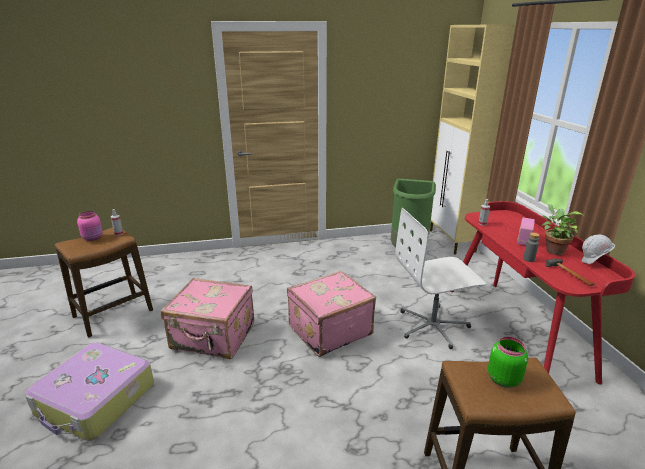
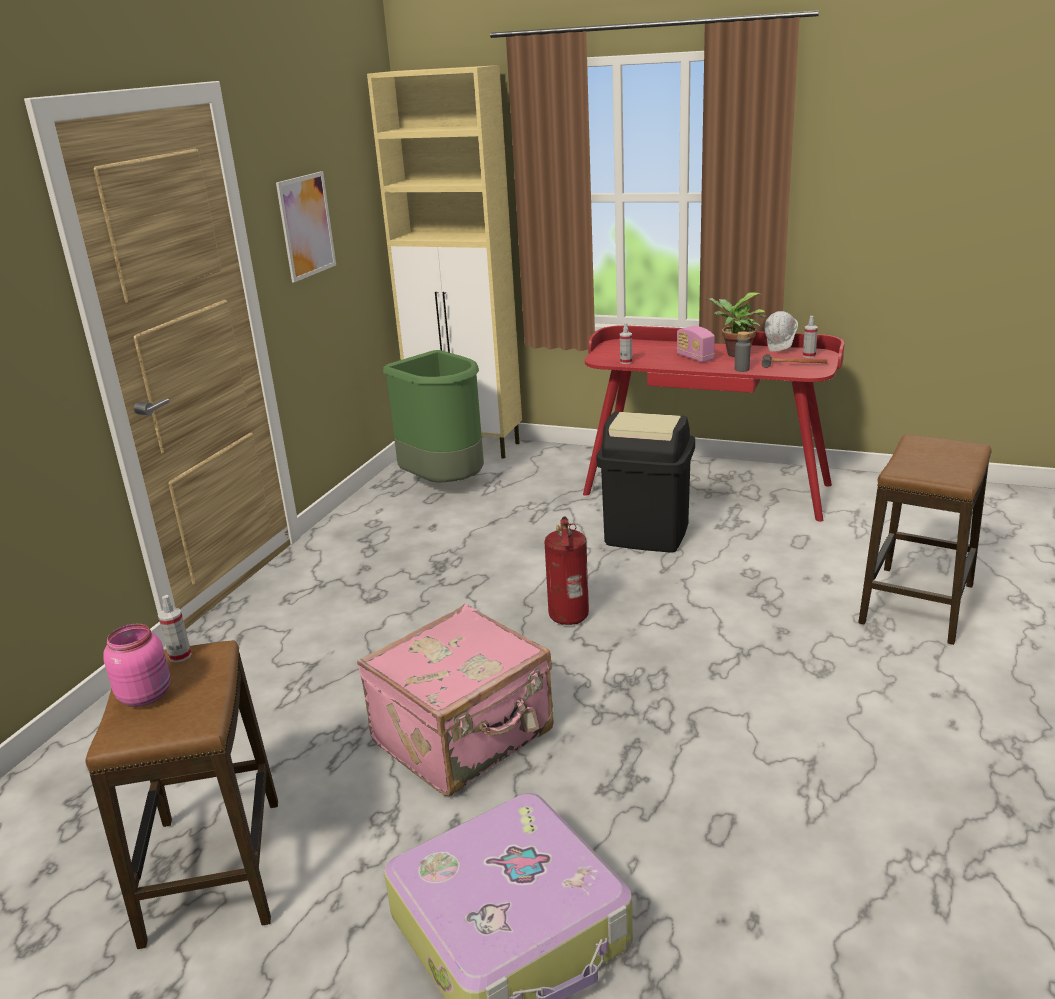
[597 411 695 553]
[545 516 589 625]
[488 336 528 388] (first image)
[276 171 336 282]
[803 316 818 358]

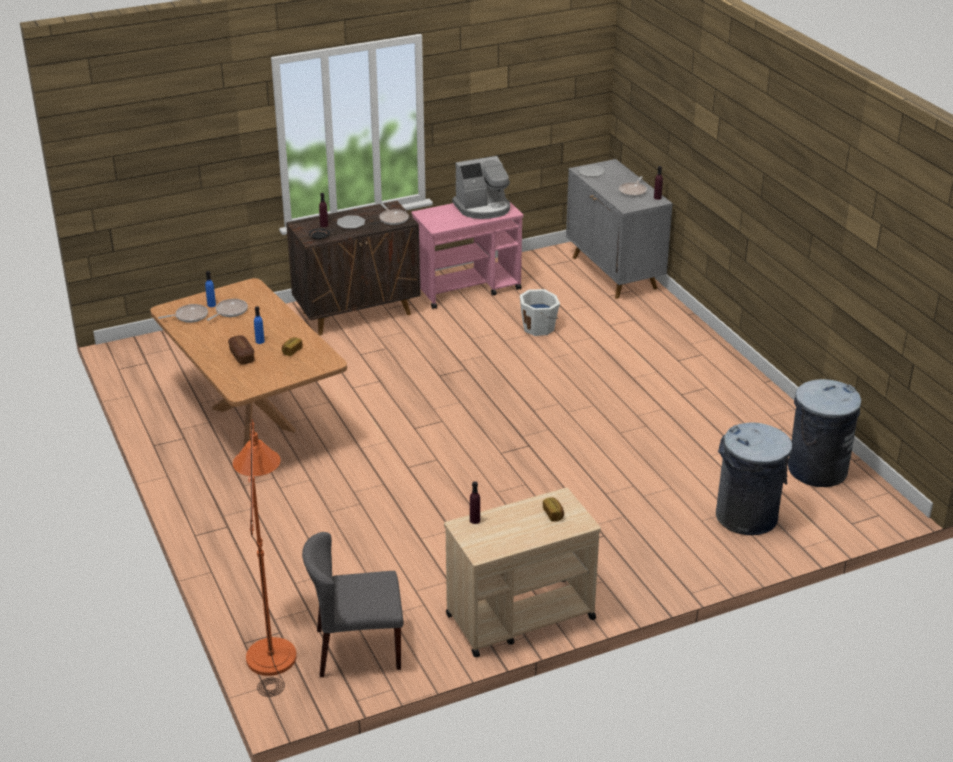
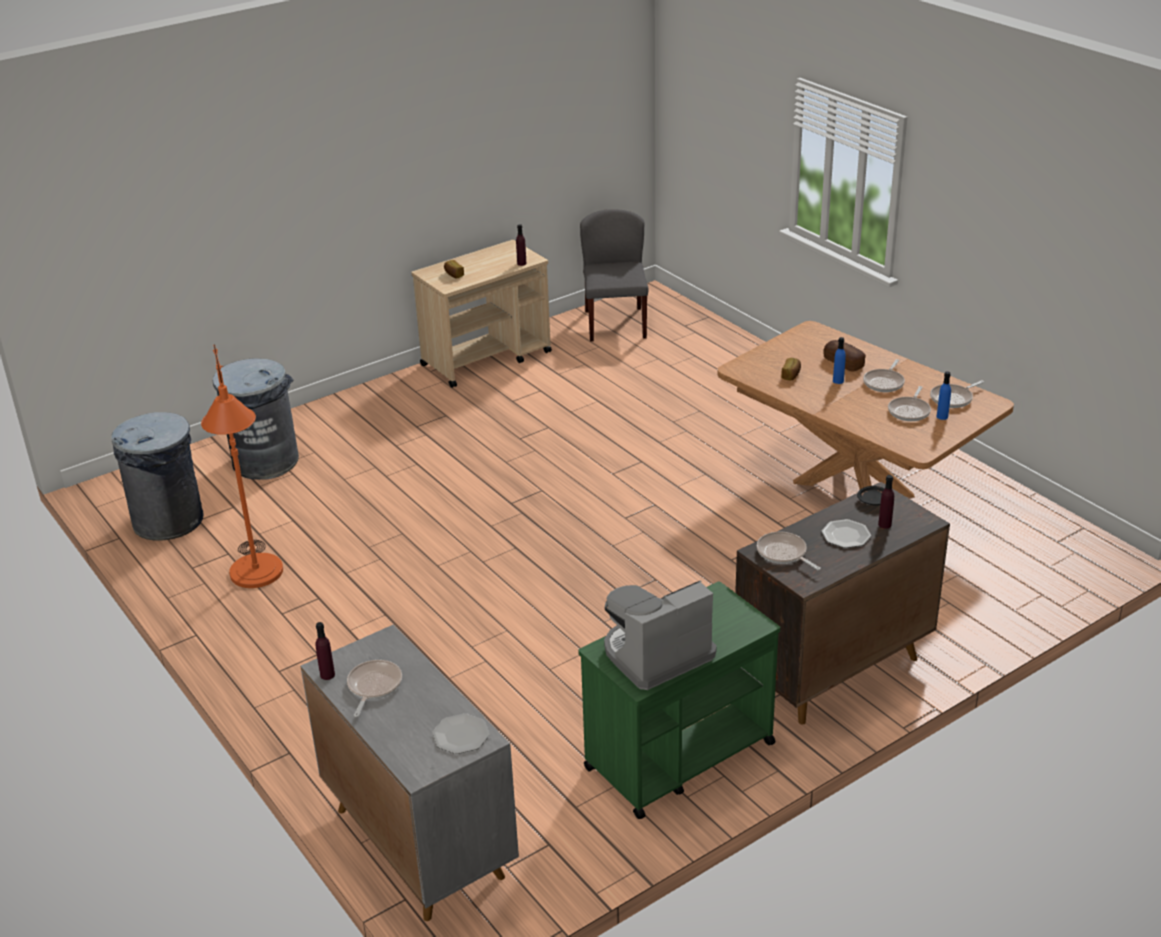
[578 581 780 819]
[520 289 560 336] (first image)
[201 344 283 588]
[580 209 648 342]
[863 359 905 392]

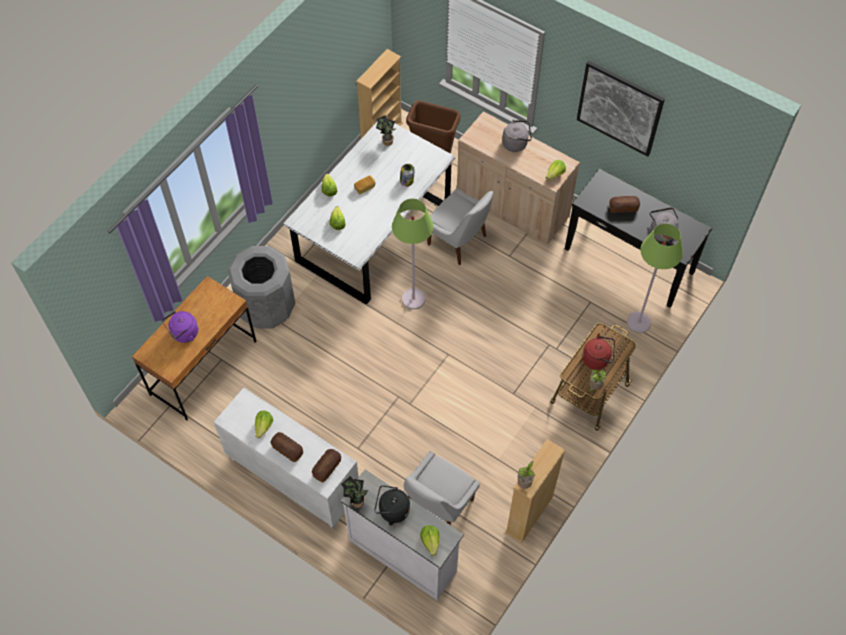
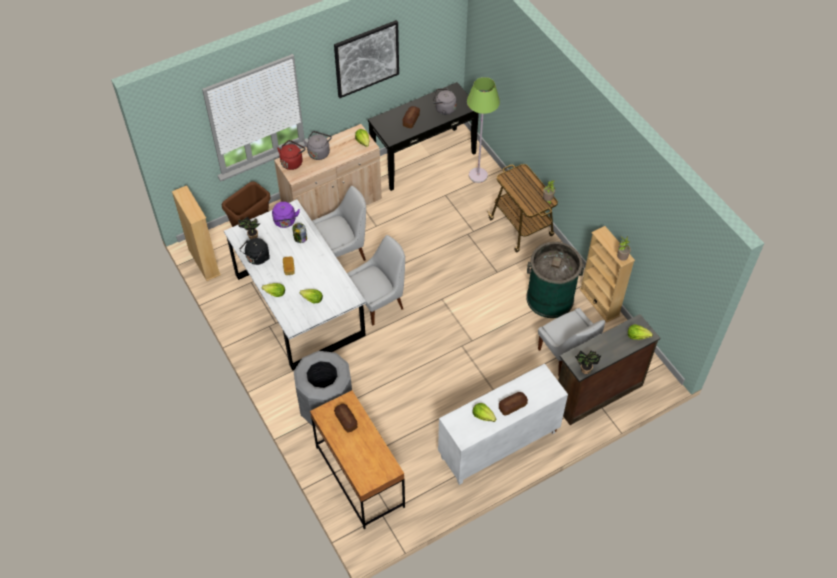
[347 235 405 325]
[272 202 300 228]
[277 140 305 170]
[334 404 358 433]
[558 314 660 425]
[240 238 270 265]
[526 242 584 318]

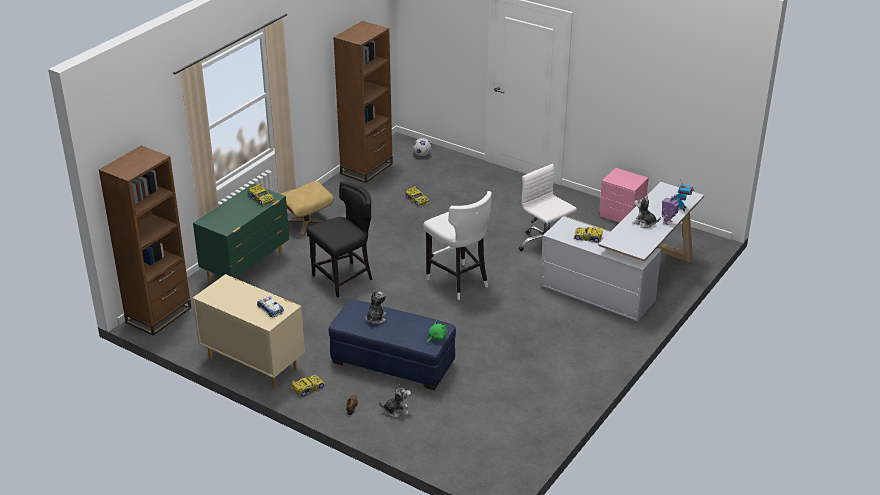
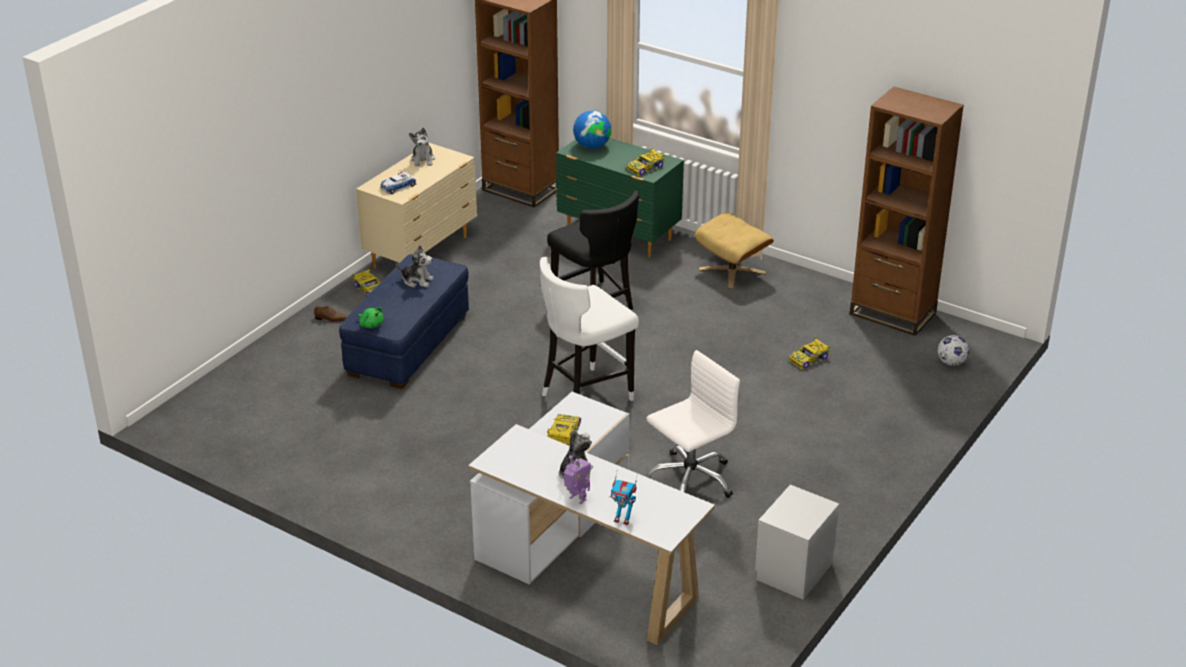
[755 485 839 599]
[409 128 435 167]
[573 111 611 149]

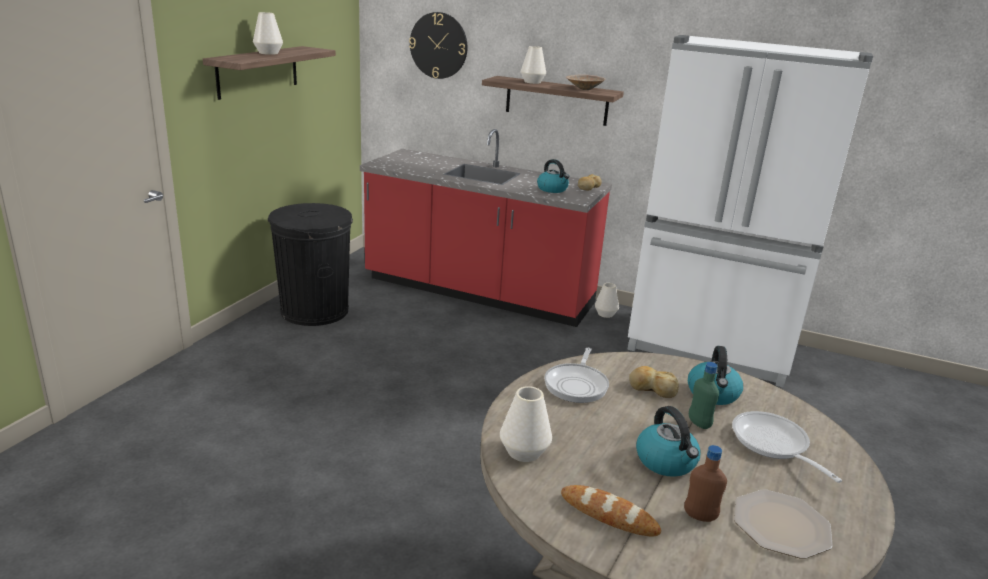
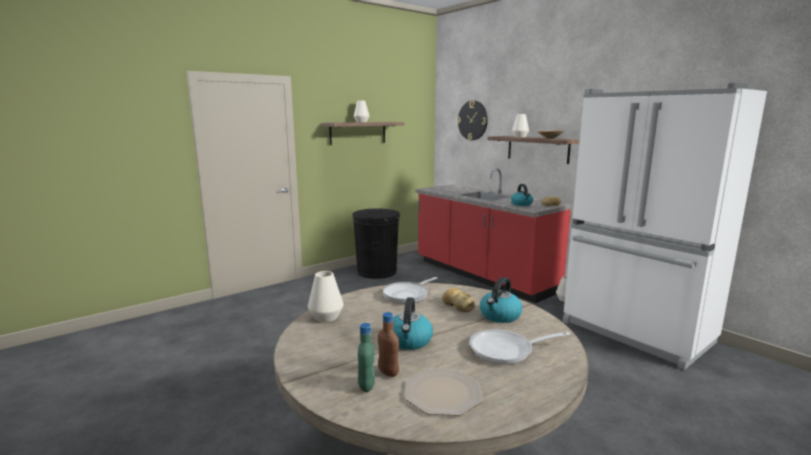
[358 323 375 392]
[469 329 570 364]
[561 485 661 537] (first image)

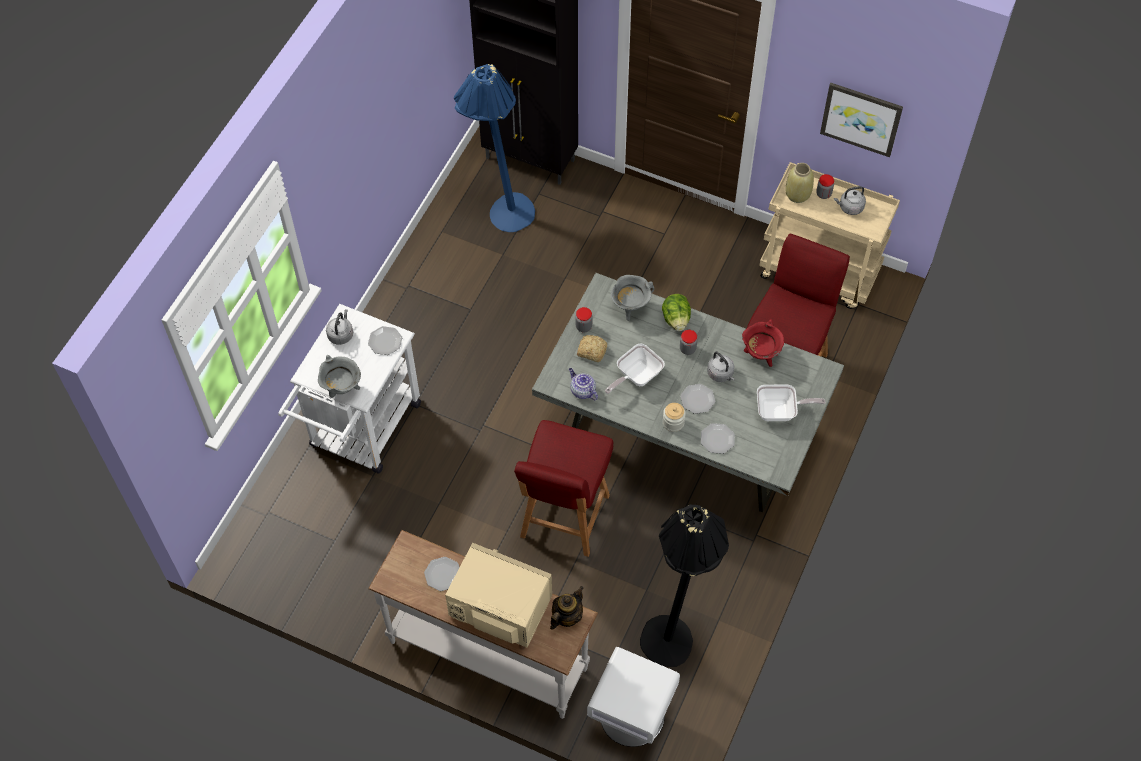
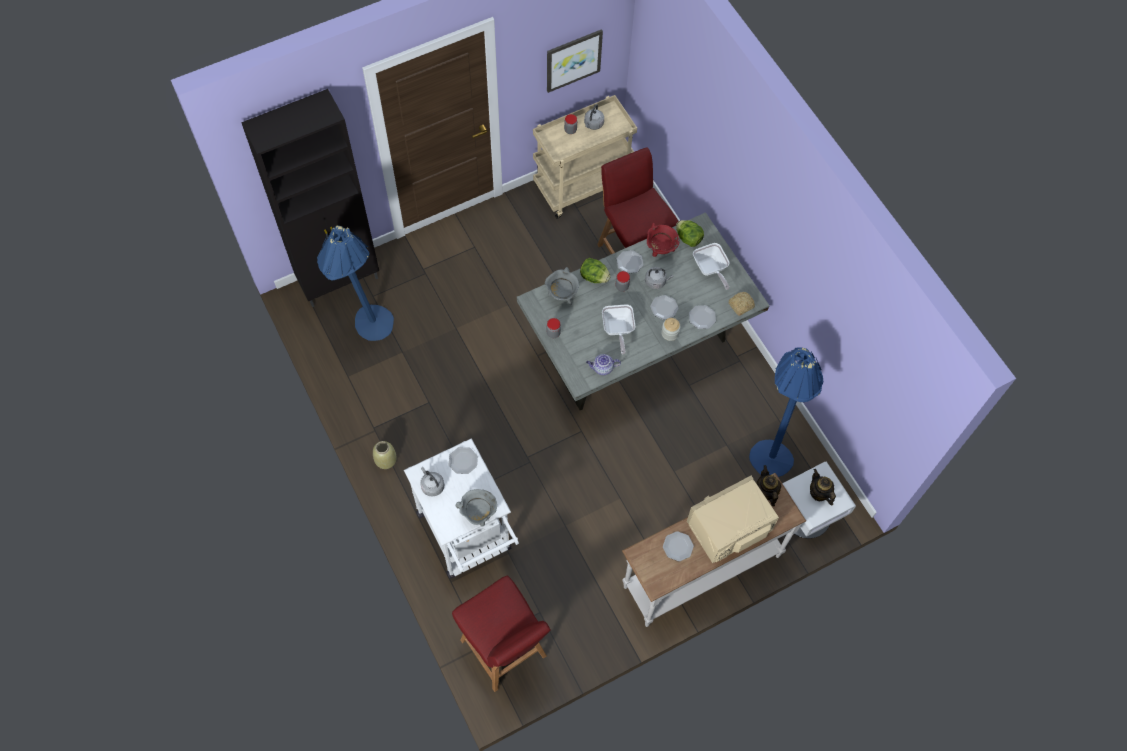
[373 441 397 469]
[728 292 755 316]
[693 243 729 290]
[452 576 551 692]
[749 347 823 477]
[676 220 704 247]
[616 250 644 274]
[810 469 836 505]

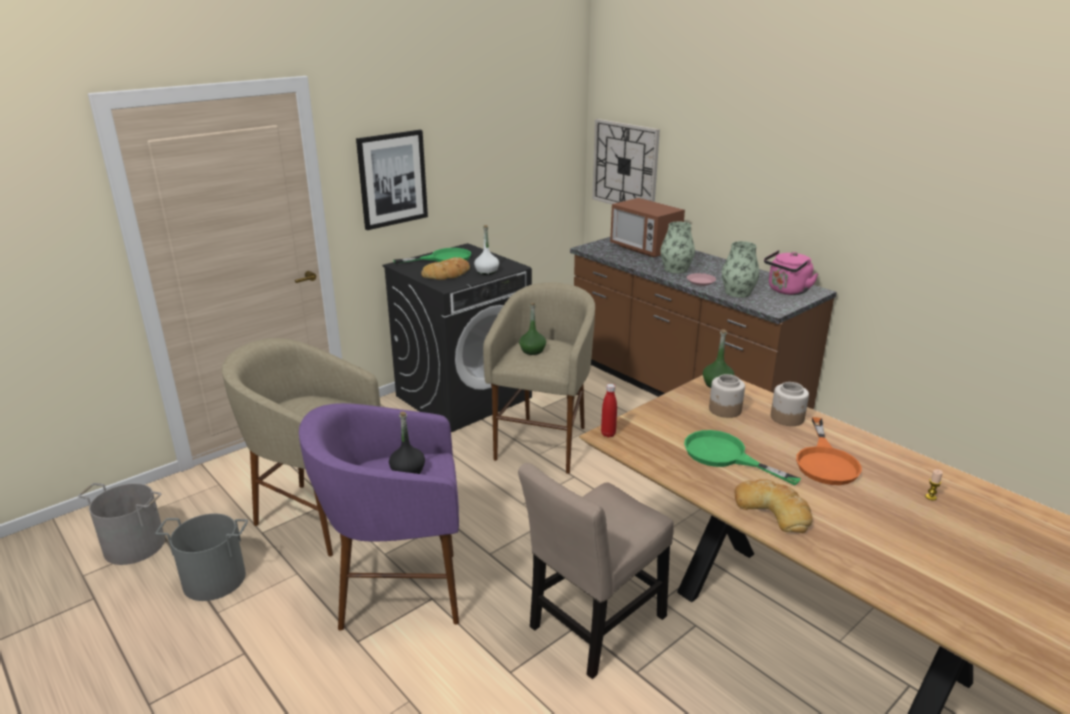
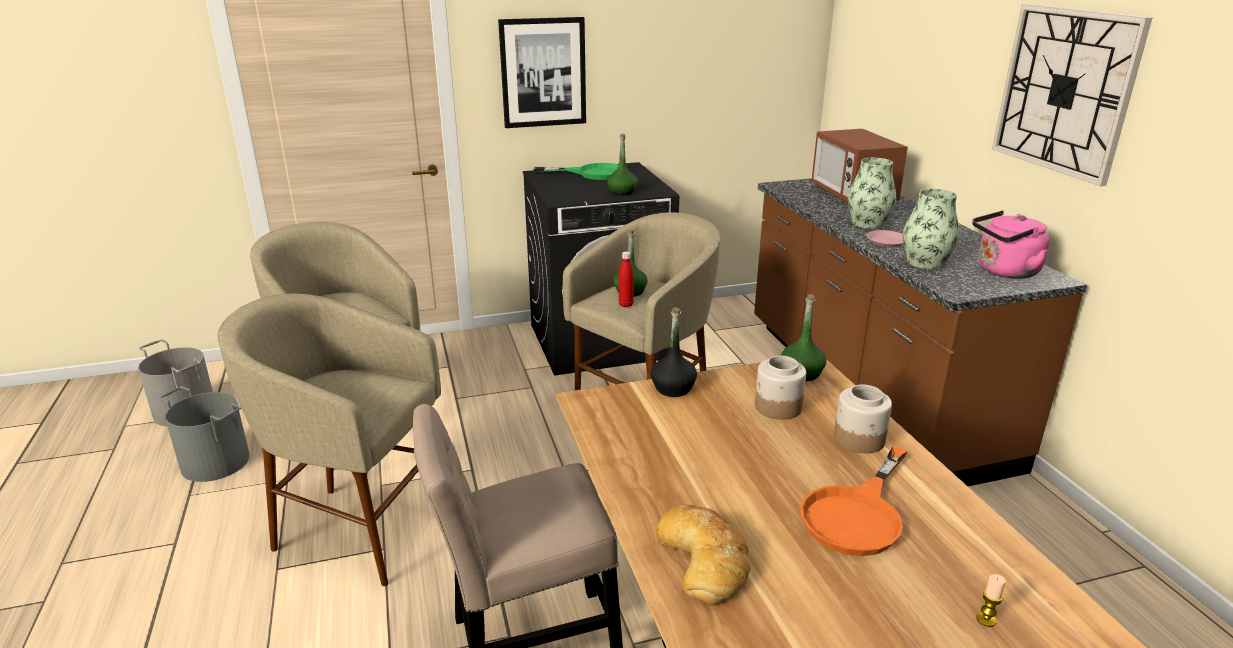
[992 4 1152 186]
[607 134 638 195]
[421 257 470 280] (first image)
[619 251 634 307]
[218 294 441 586]
[651 307 697 397]
[684 430 801 485] (first image)

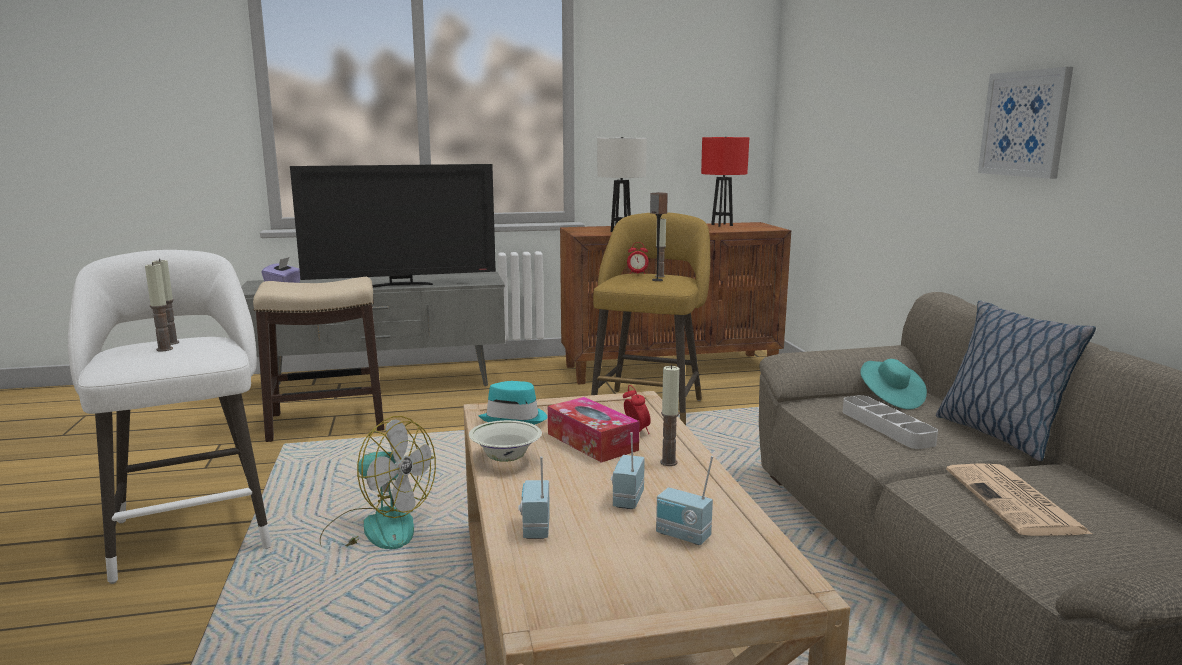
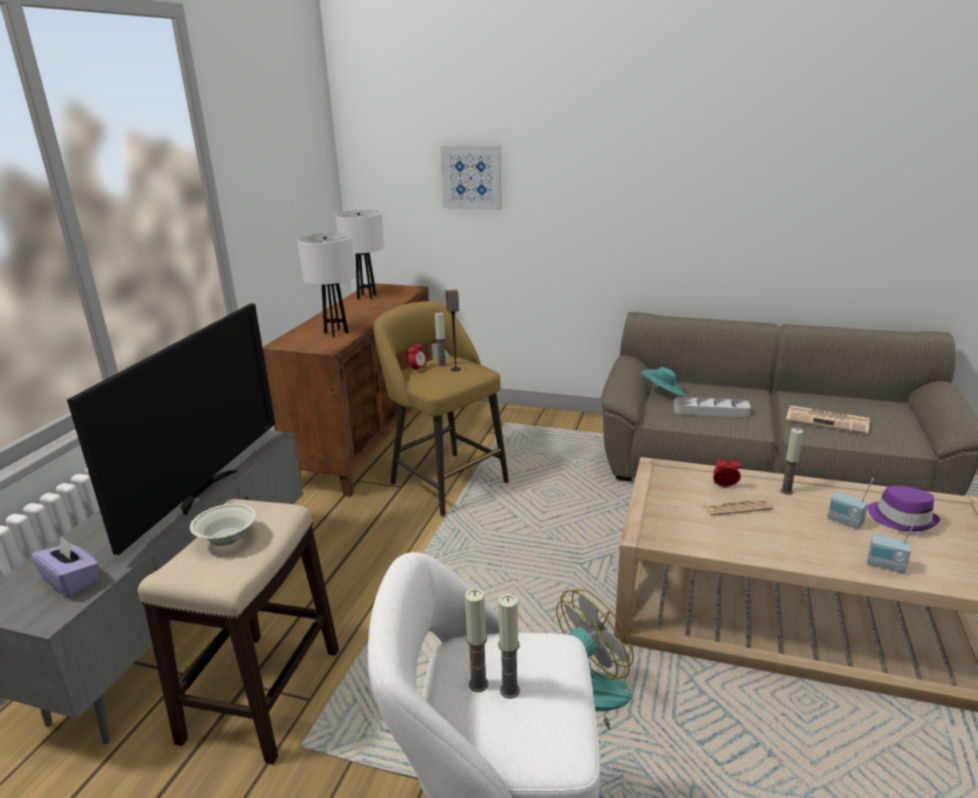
[440 145 502 210]
[335 210 384 299]
[936 300 1096 461] (first image)
[478 381 547 425] (first image)
[703 499 773 516]
[190 504 256 546]
[868 485 940 532]

